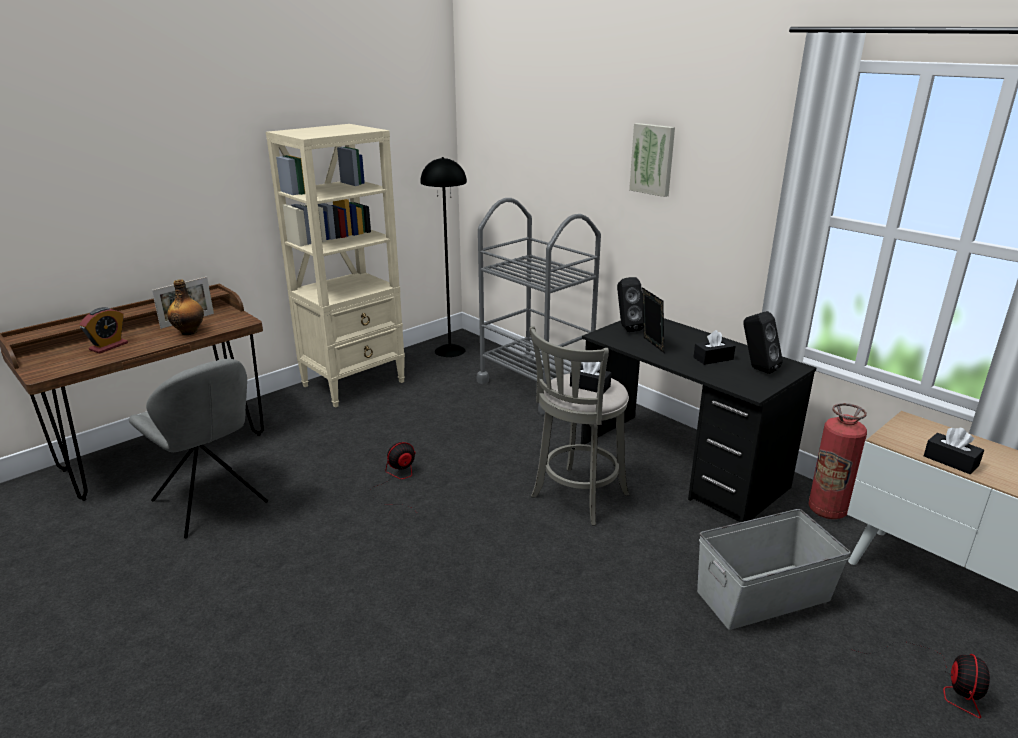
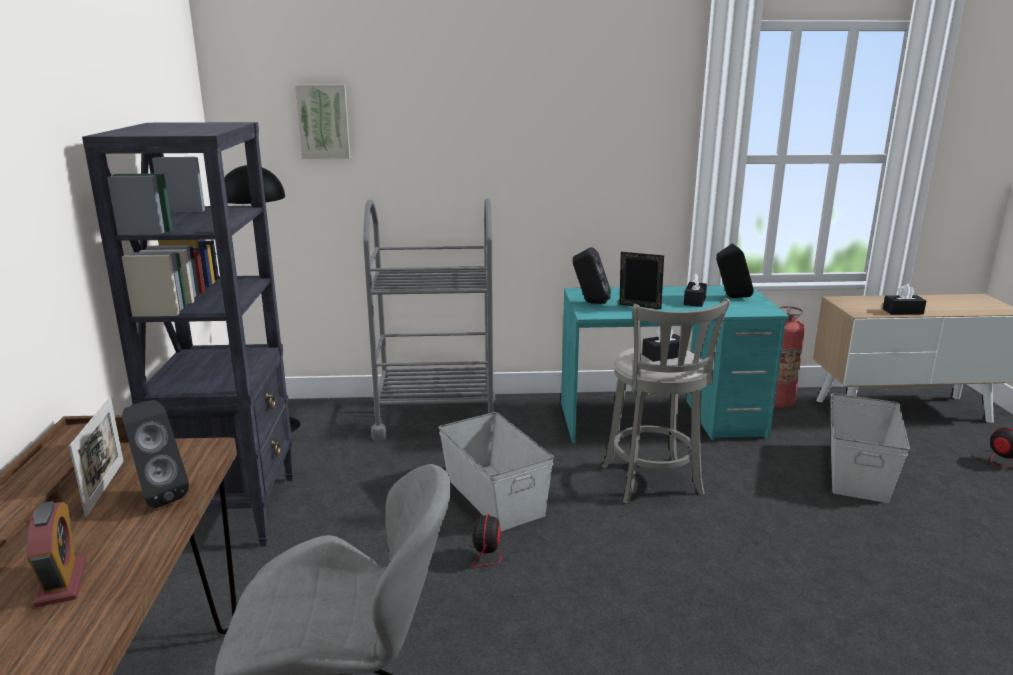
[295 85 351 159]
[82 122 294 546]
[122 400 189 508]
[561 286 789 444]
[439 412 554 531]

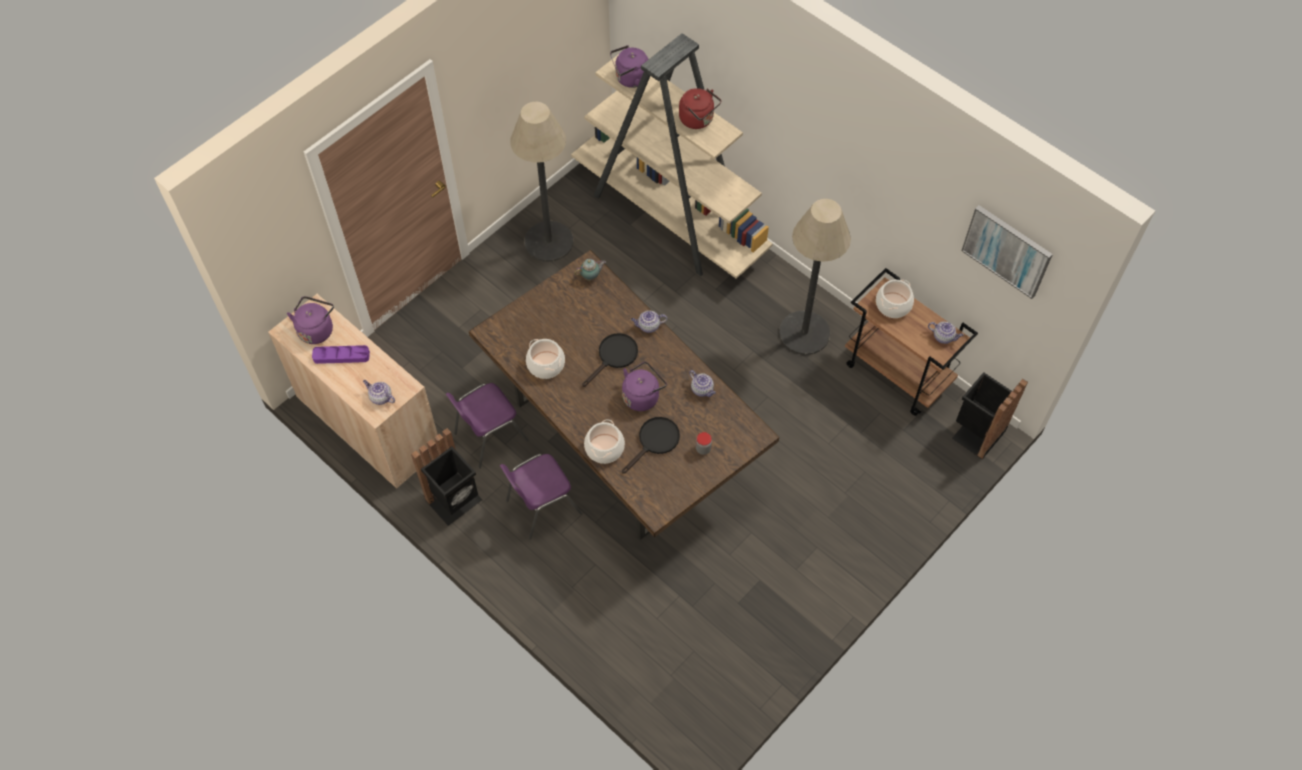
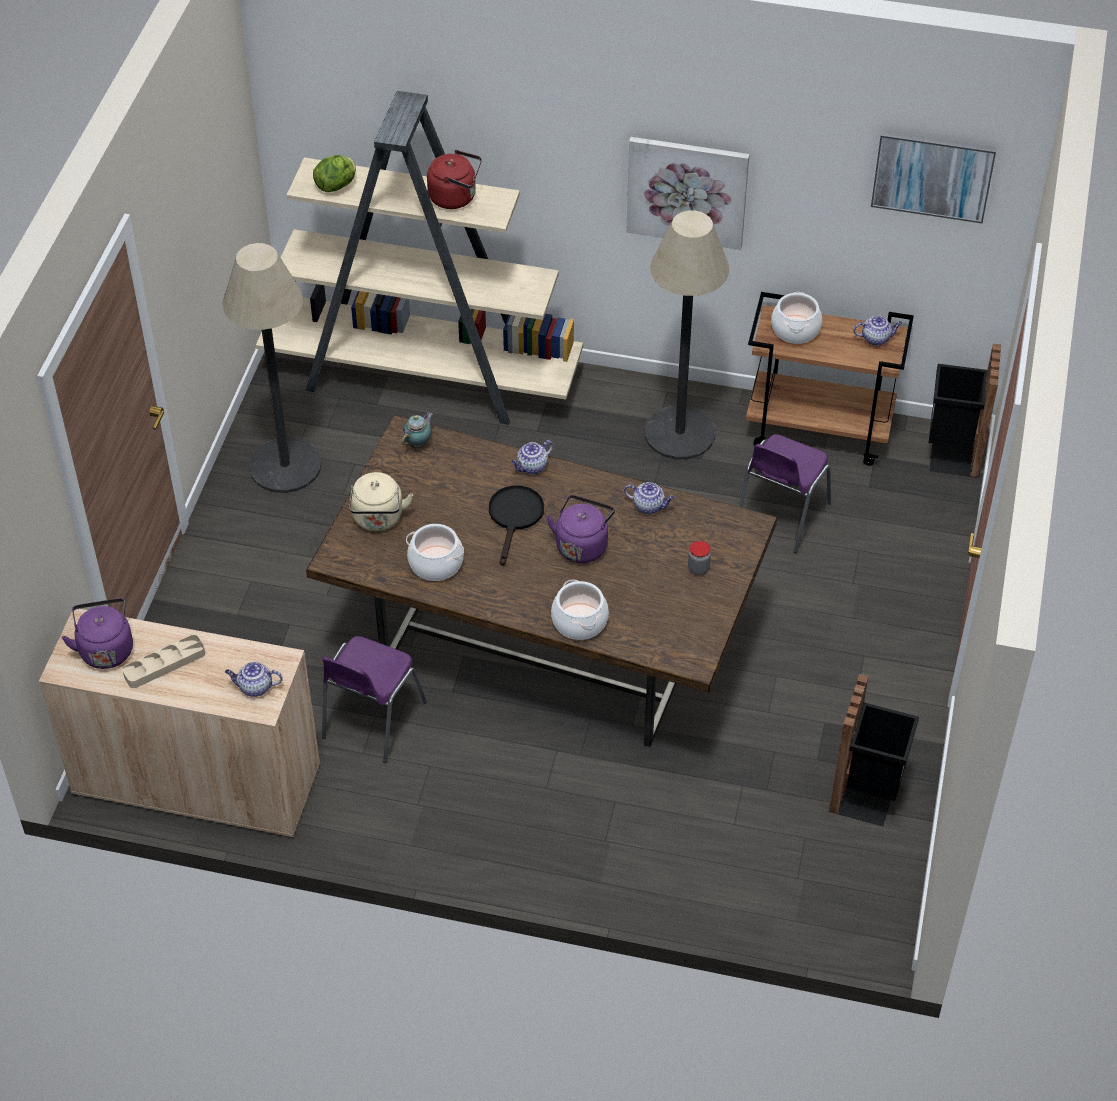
[313 155 356 192]
[122 635 205 688]
[622 417 680 474] (first image)
[829 674 919 826]
[739 434 831 553]
[626 137 750 250]
[349 472 413 531]

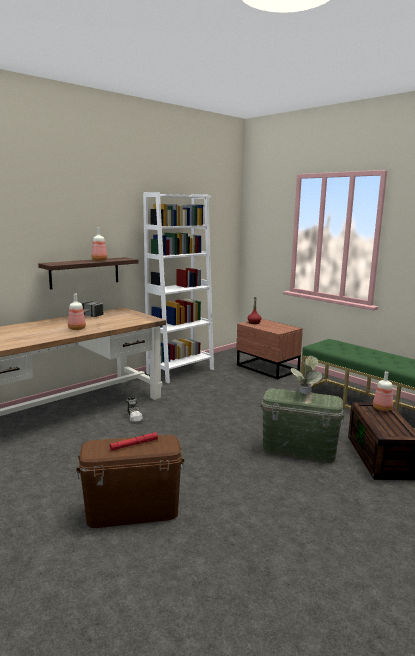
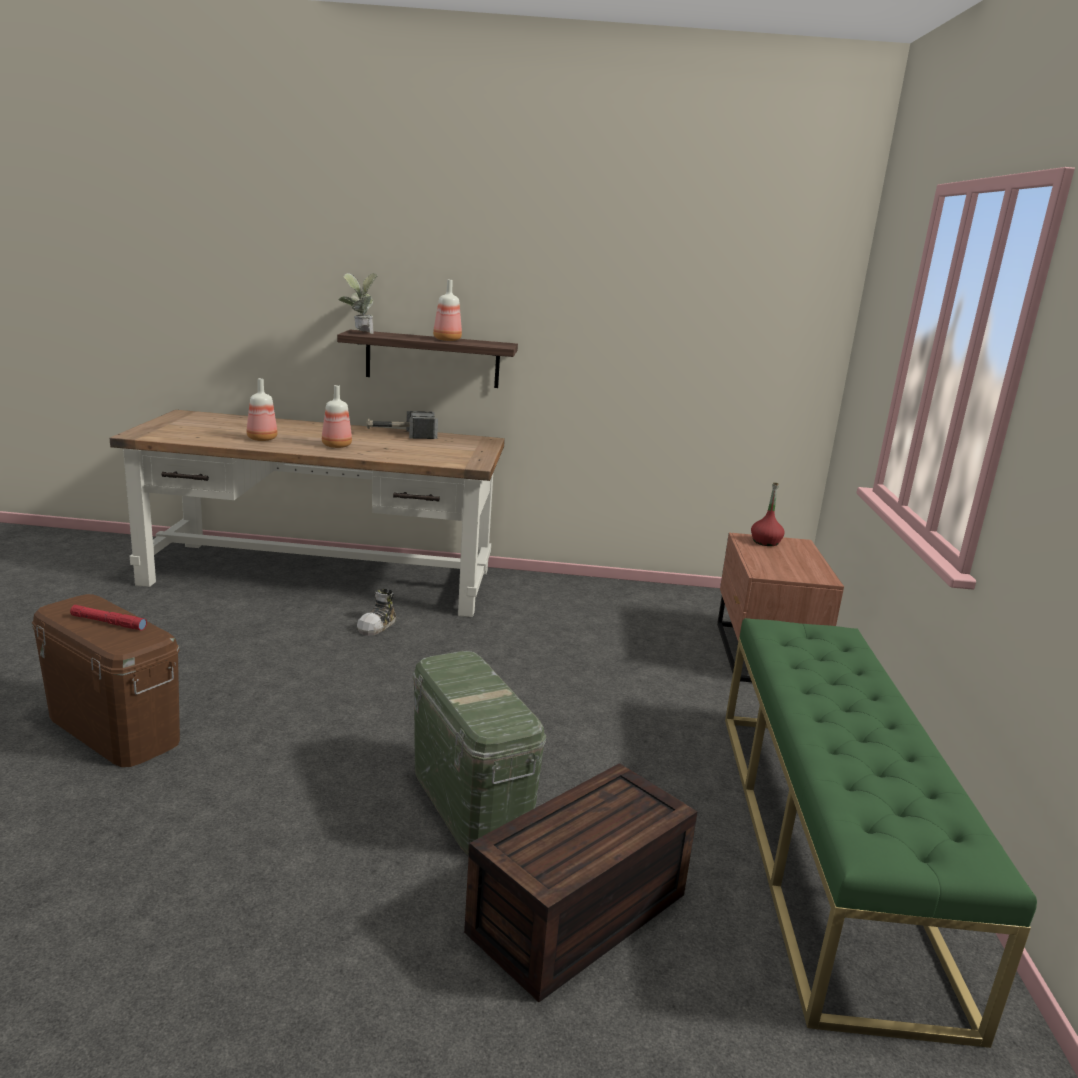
[143 192 214 383] (first image)
[338 273 378 334]
[247 378 278 441]

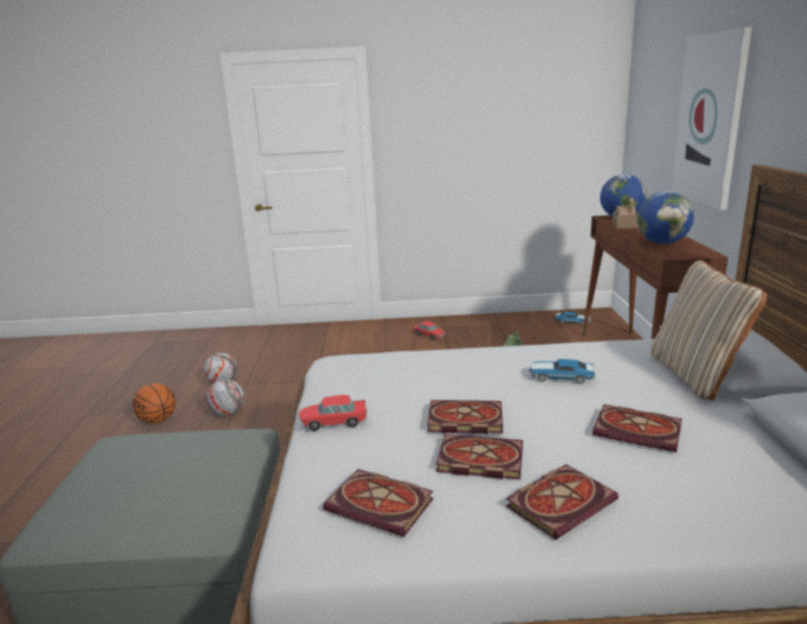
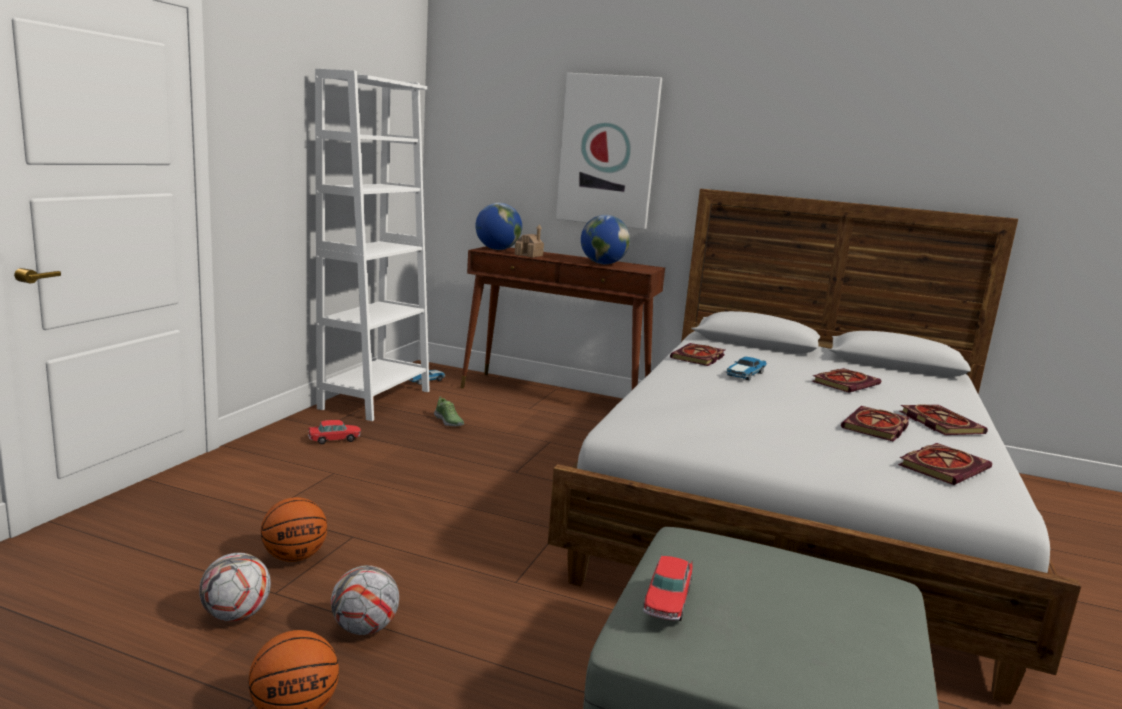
[651 260 767 401] (first image)
[643 555 693 621]
[670 343 725 366]
[315 69 429 421]
[261 497 327 562]

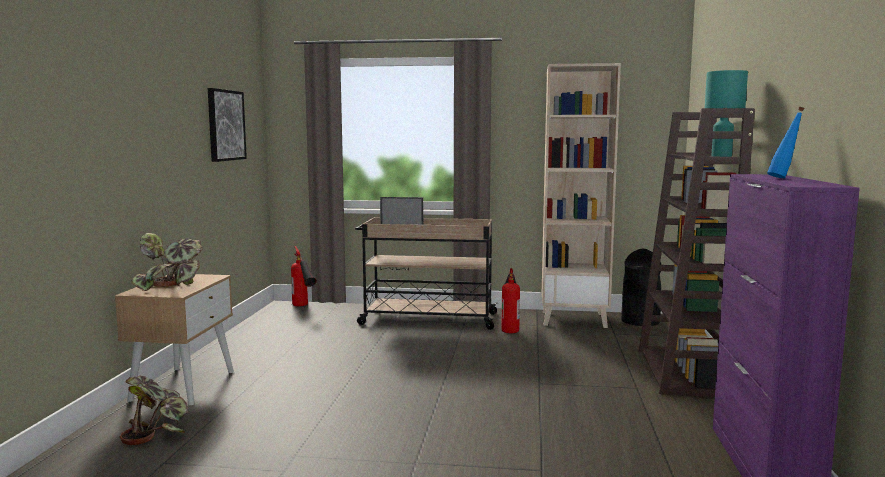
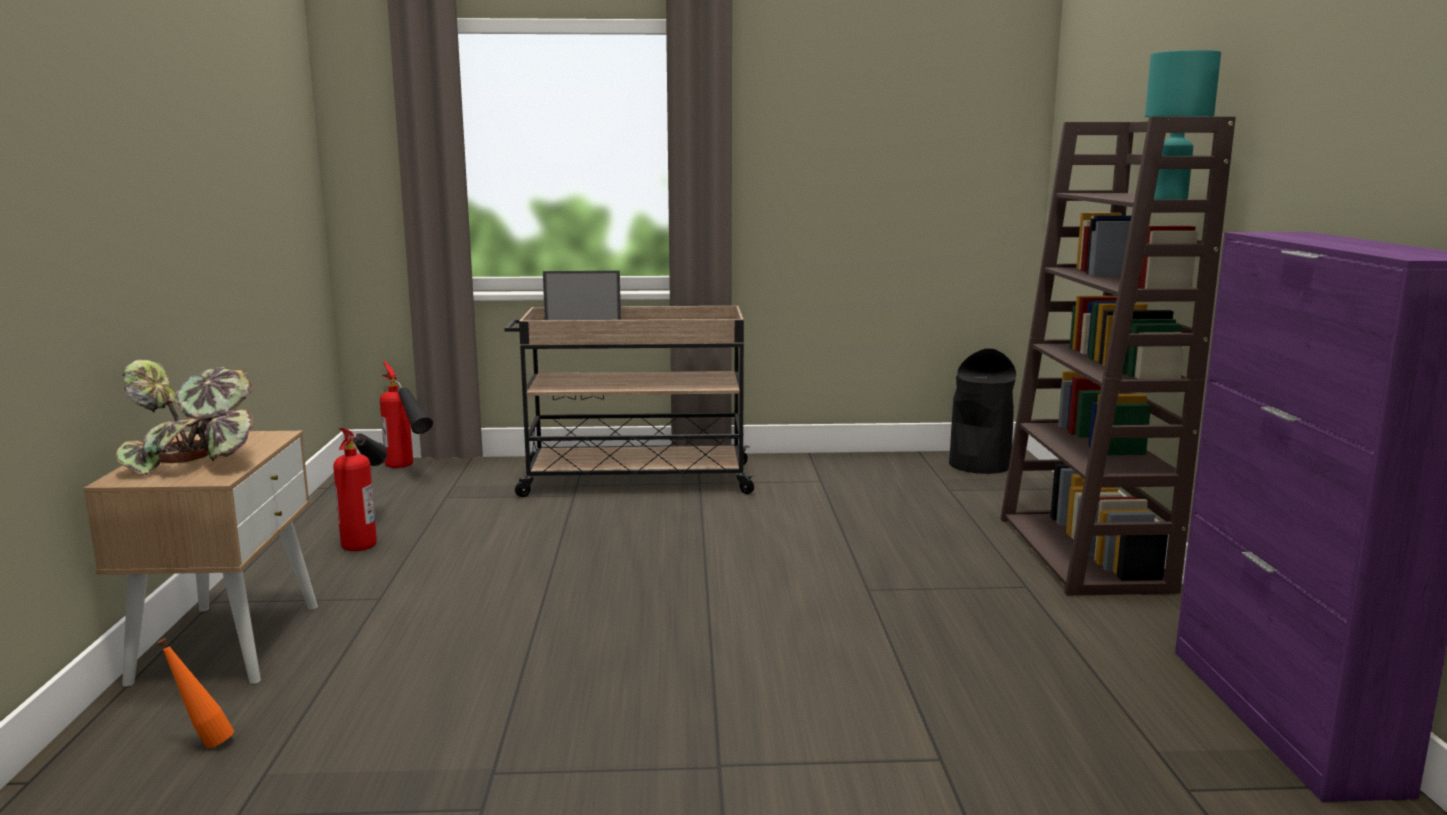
[542 63 621 328] (first image)
[208 88 247 162] (first image)
[767 107 804 178] (first image)
[333 428 388 551]
[157 638 234 748]

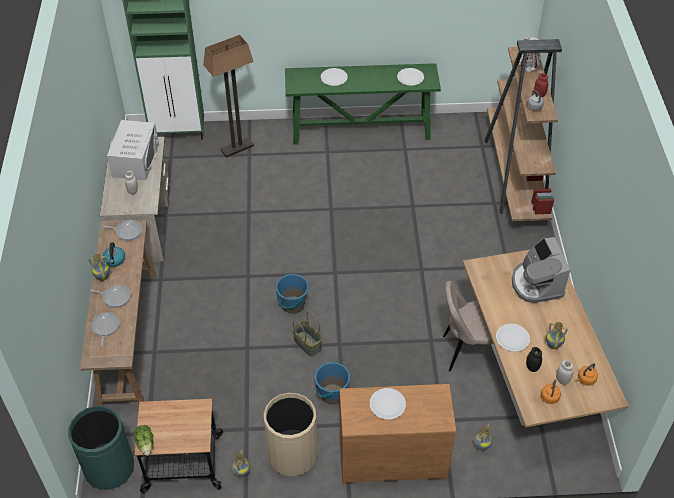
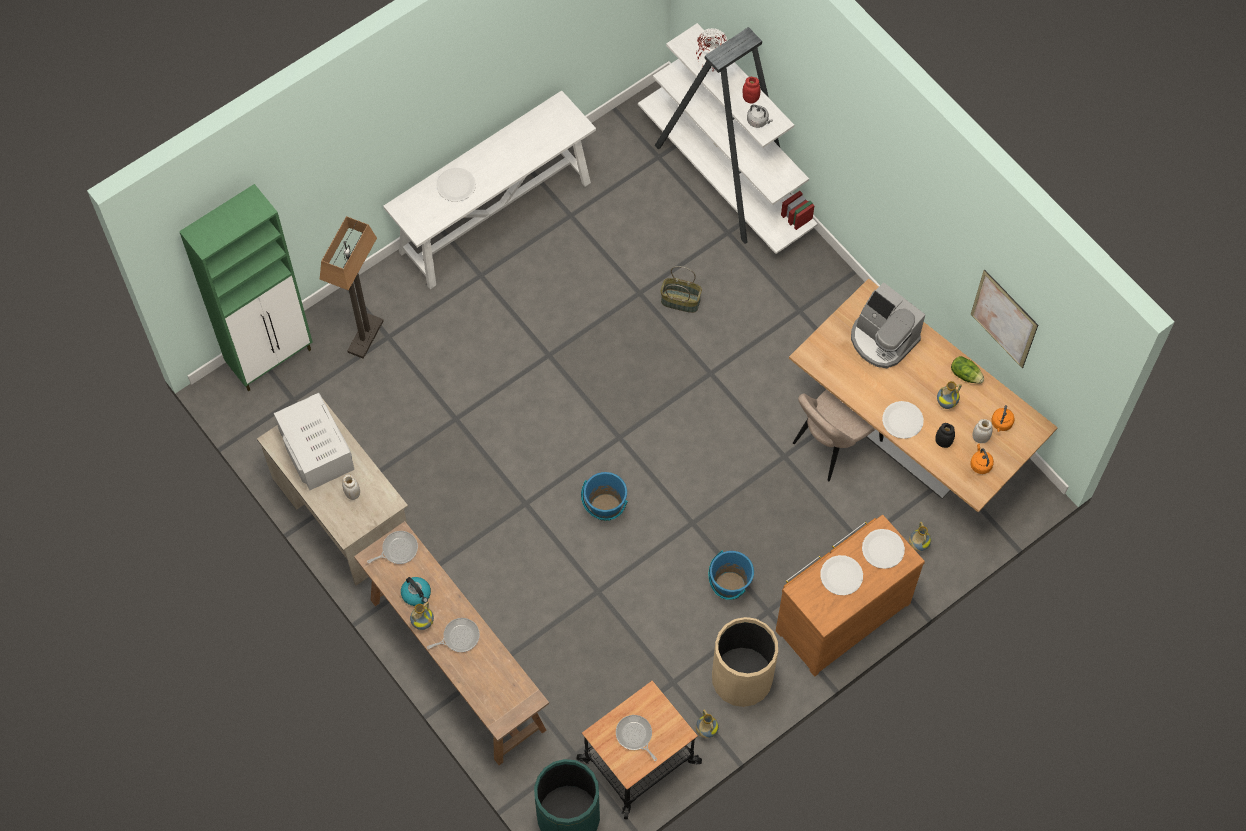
[638 23 818 254]
[383 90 596 289]
[862 529 905 569]
[616 715 657 761]
[660 266 702 313]
[951 356 984 384]
[971 269 1038 368]

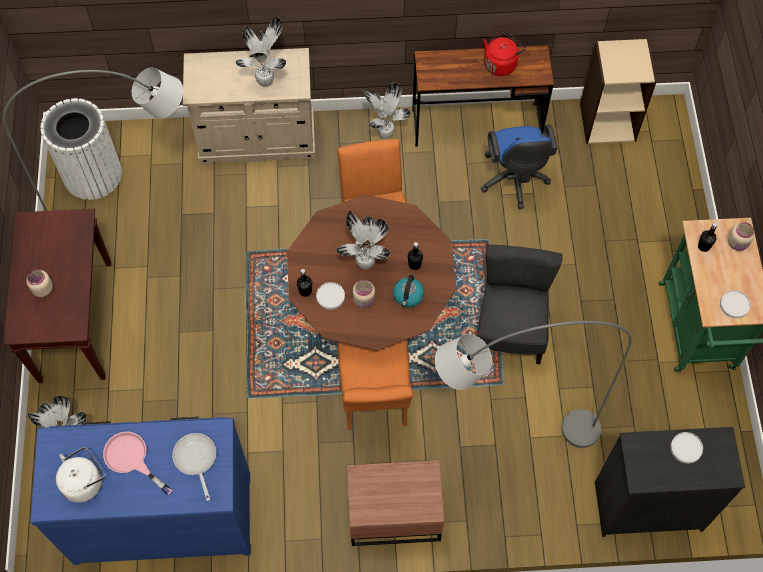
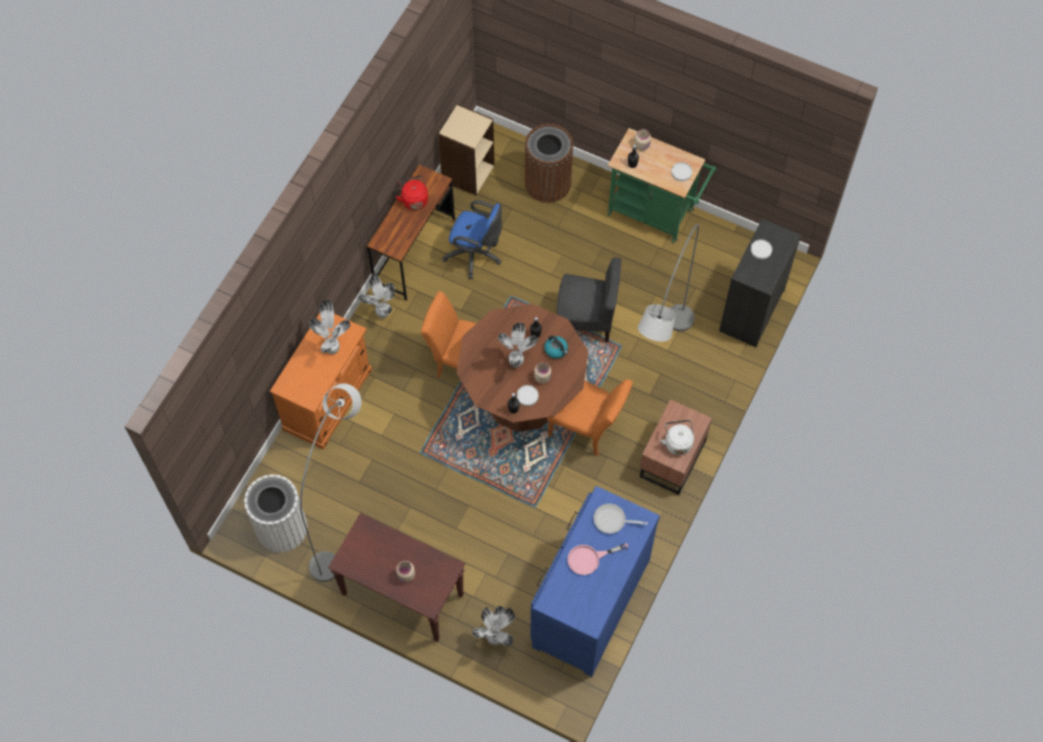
[270 313 372 450]
[557 257 621 343]
[660 420 694 455]
[525 124 574 203]

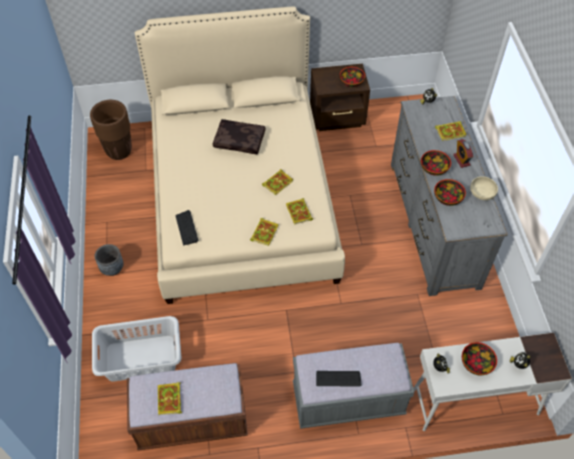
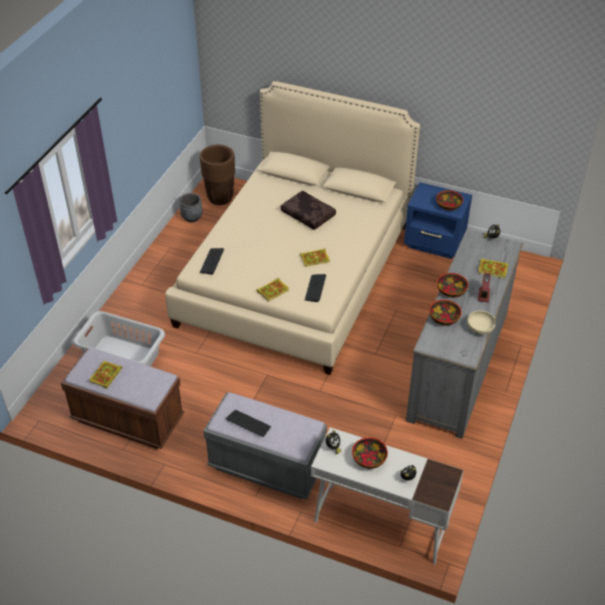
[404 182 472 259]
[305 274 326 302]
[179 193 203 222]

